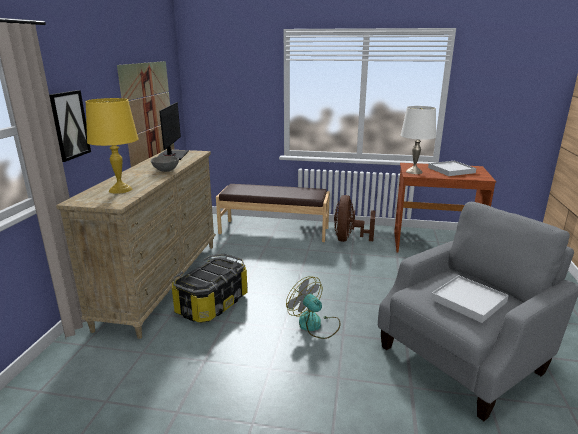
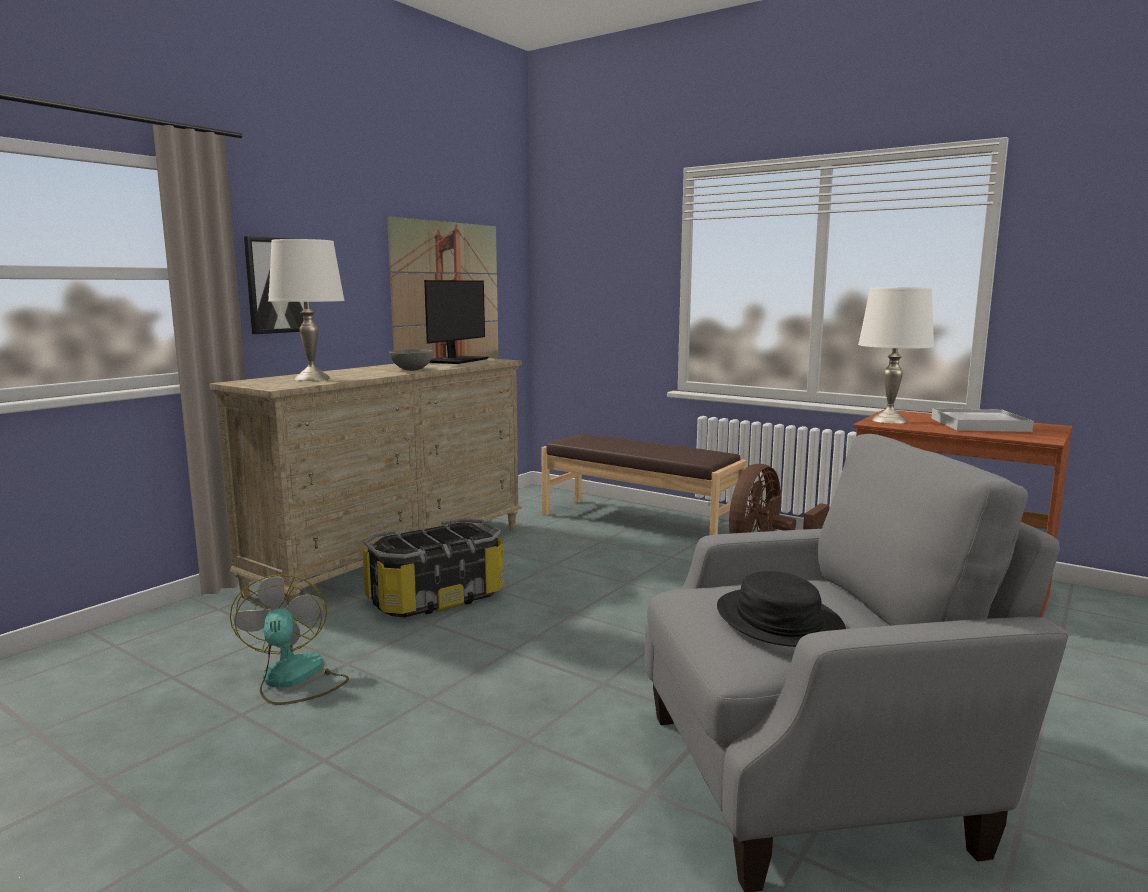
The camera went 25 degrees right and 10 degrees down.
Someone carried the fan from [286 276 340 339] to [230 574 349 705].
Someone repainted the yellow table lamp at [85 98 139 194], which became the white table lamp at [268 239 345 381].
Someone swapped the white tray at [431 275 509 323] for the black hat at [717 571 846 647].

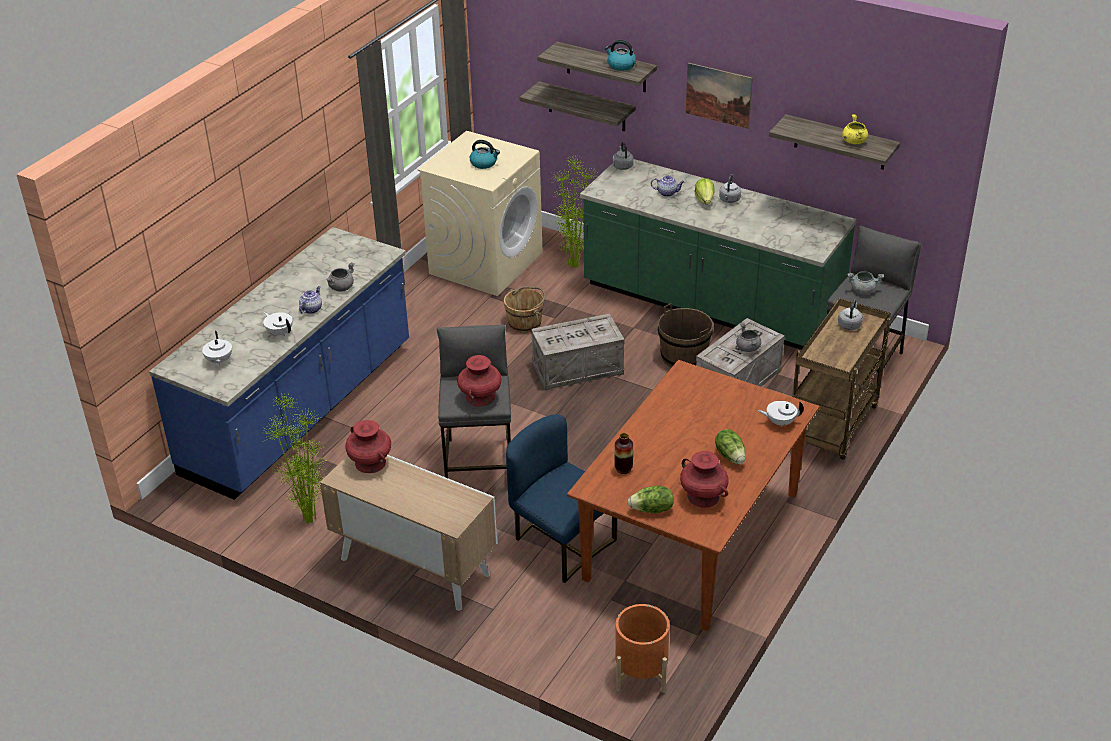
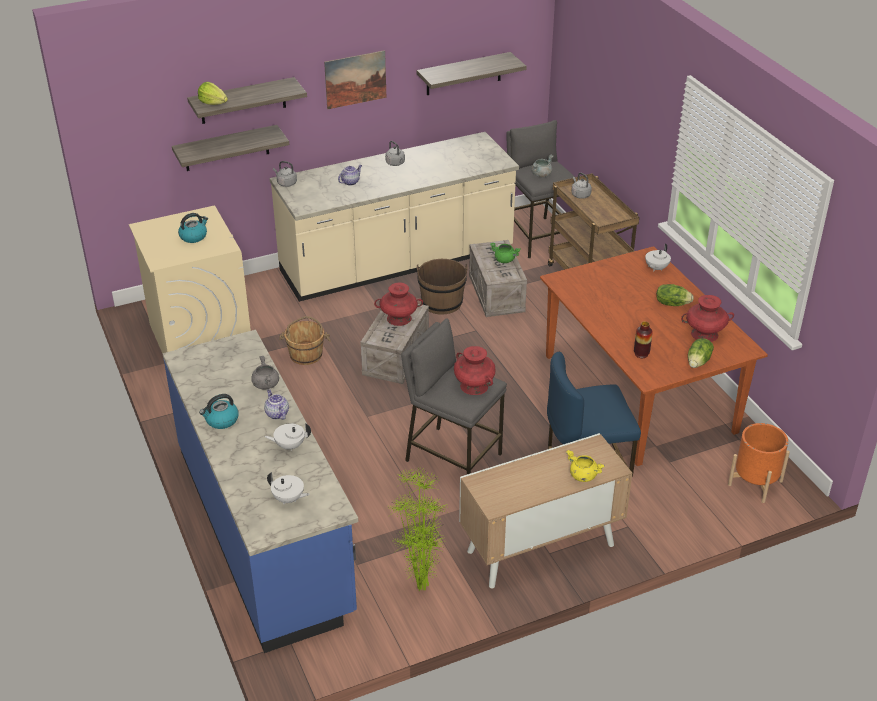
The camera went 55 degrees left and 0 degrees up.
Someone carried the lettuce from [694 178 715 205] to [198 82 228 105].
Someone carried the kettle from [605 40 636 71] to [199 394 239 429].
Someone repainted the green counter at [580 159 857 350], which became the beige counter at [270 132 519 302].
Someone carried the red vase from [346 420 391 473] to [374 282 423 326].
Someone repainted the grey cooking pot at [736 323 761 352], which became the green cooking pot at [490 243 521 263].
Someone carried the yellow cooking pot from [842 115 868 144] to [566 450 605 482].
Someone took away the potted plant at [550 157 598 269].

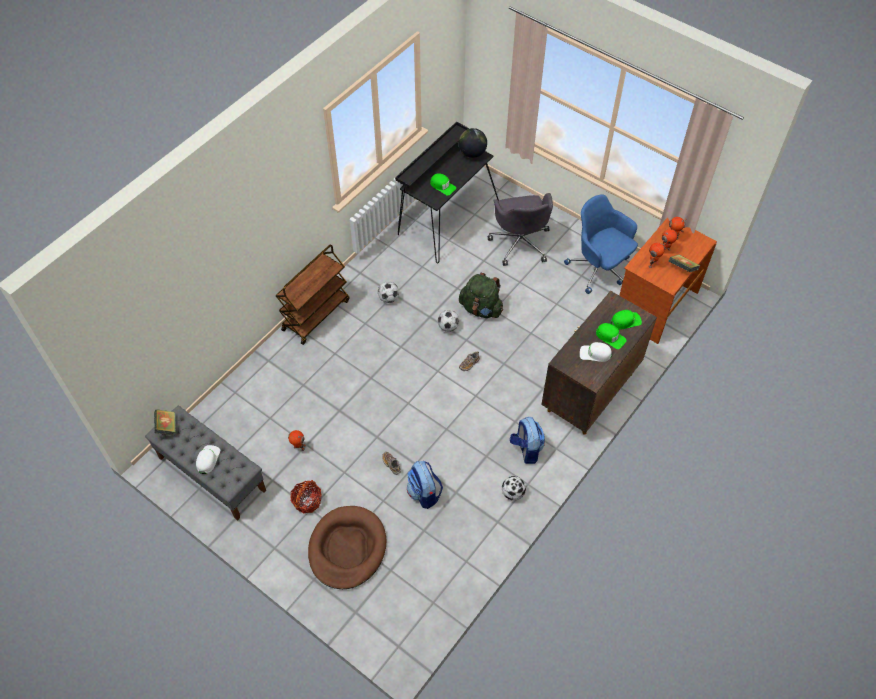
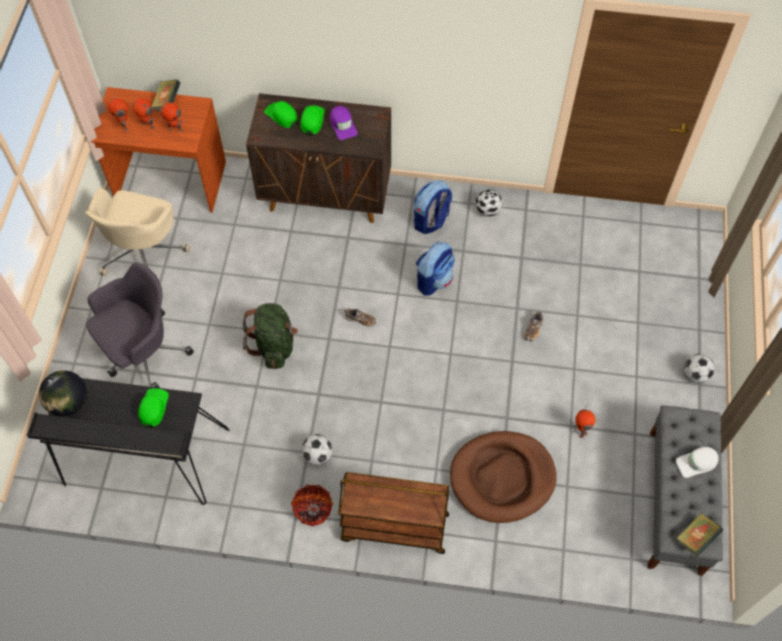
The camera went 120 degrees left and 5 degrees up.
Someone repainted the blue office chair at [564 194 638 294], which became the beige office chair at [85 188 190 276].
Someone carried the basket from [290 480 322 514] to [291 485 333 527].
Someone repainted the white cap at [580 342 612 362], which became the purple cap at [330 106 358 140].
Someone carried the backpack from [407 461 443 509] to [416 242 455 296].
Someone carried the brown dog bed from [308 506 386 589] to [450 431 557 523].
Someone carried the football from [438 310 459 332] to [684 354 715 383].

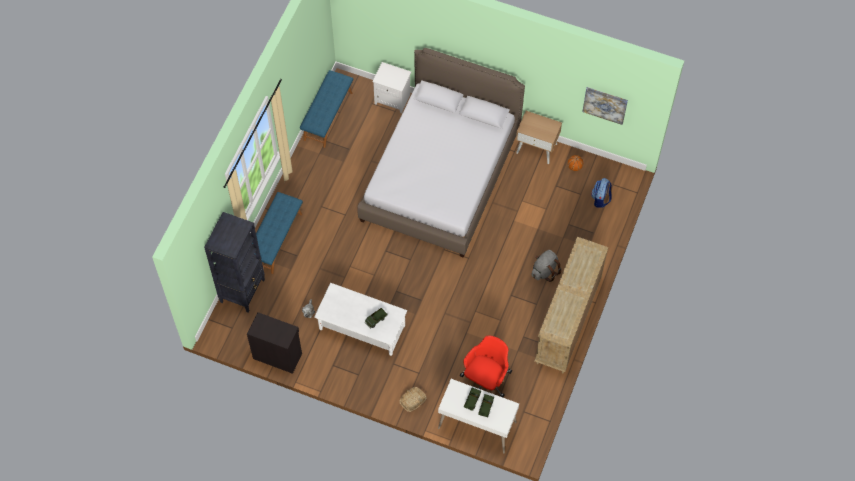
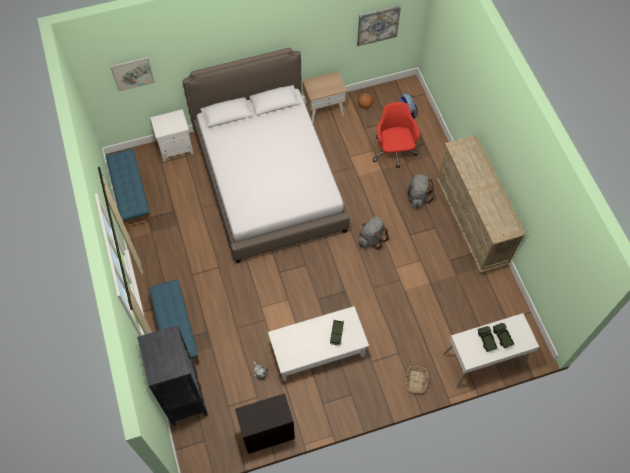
The camera went 40 degrees left and 0 degrees up.
Someone put up the picture at [110 57 155 92].
Someone put down the grey backpack at [358 216 389 250].
Someone carried the red office chair from [460 336 512 397] to [373 102 420 168].

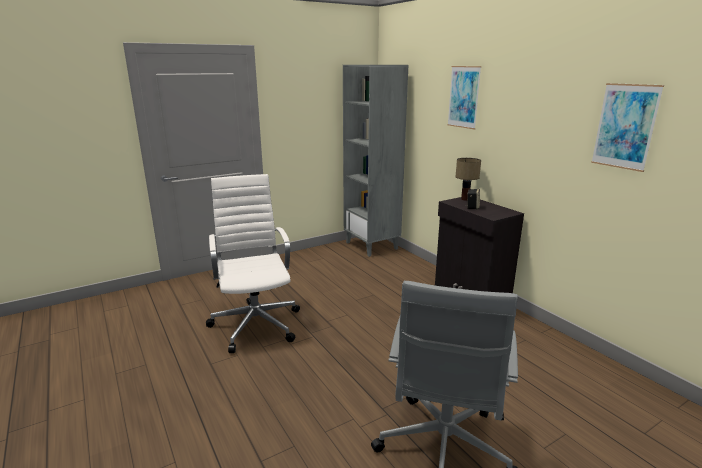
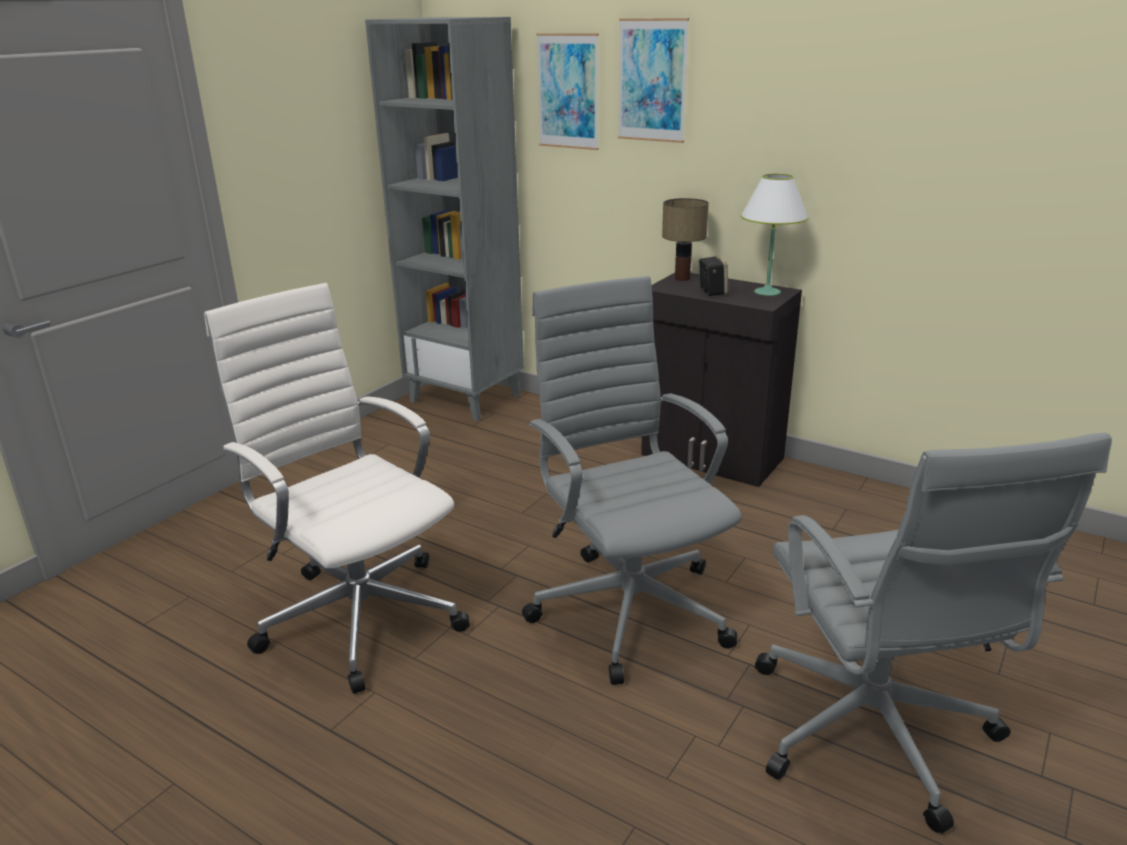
The camera went 25 degrees left and 5 degrees up.
Someone put down the grey office chair at [522 276 742 685].
Someone carried the picture from [591 83 664 172] to [536 33 599 150].
Someone put down the white table lamp at [741 174 809 296].

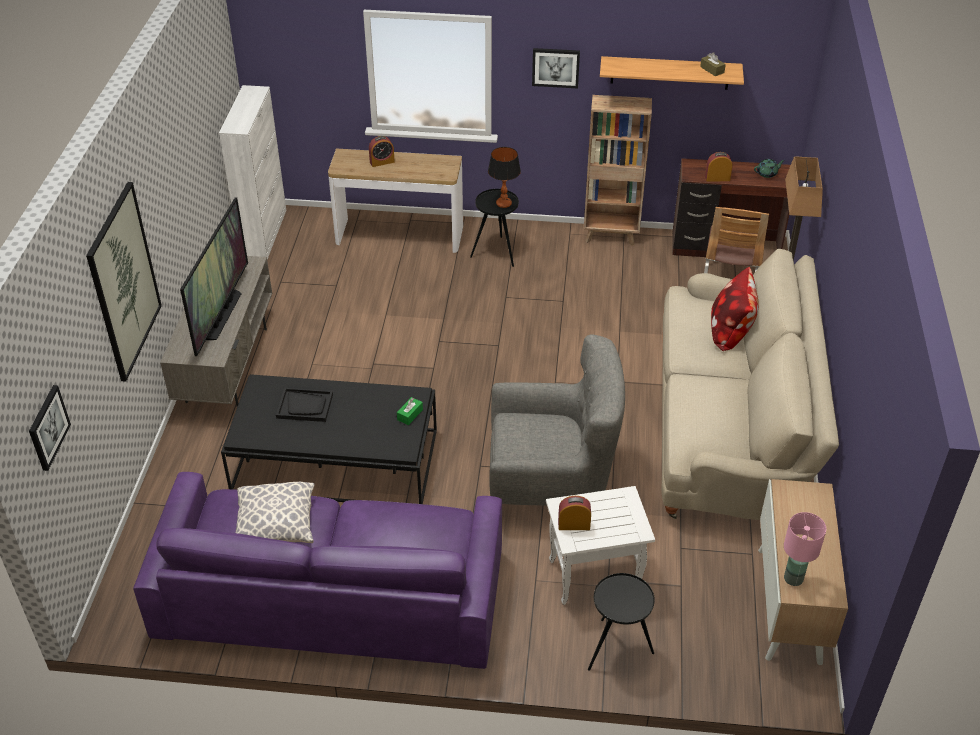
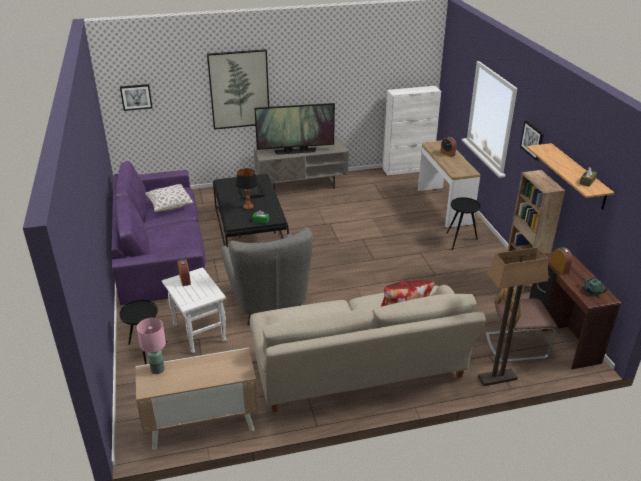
The camera went 70 degrees right and 10 degrees down.
Someone carried the table lamp from [488 147 521 208] to [236 168 258 210].

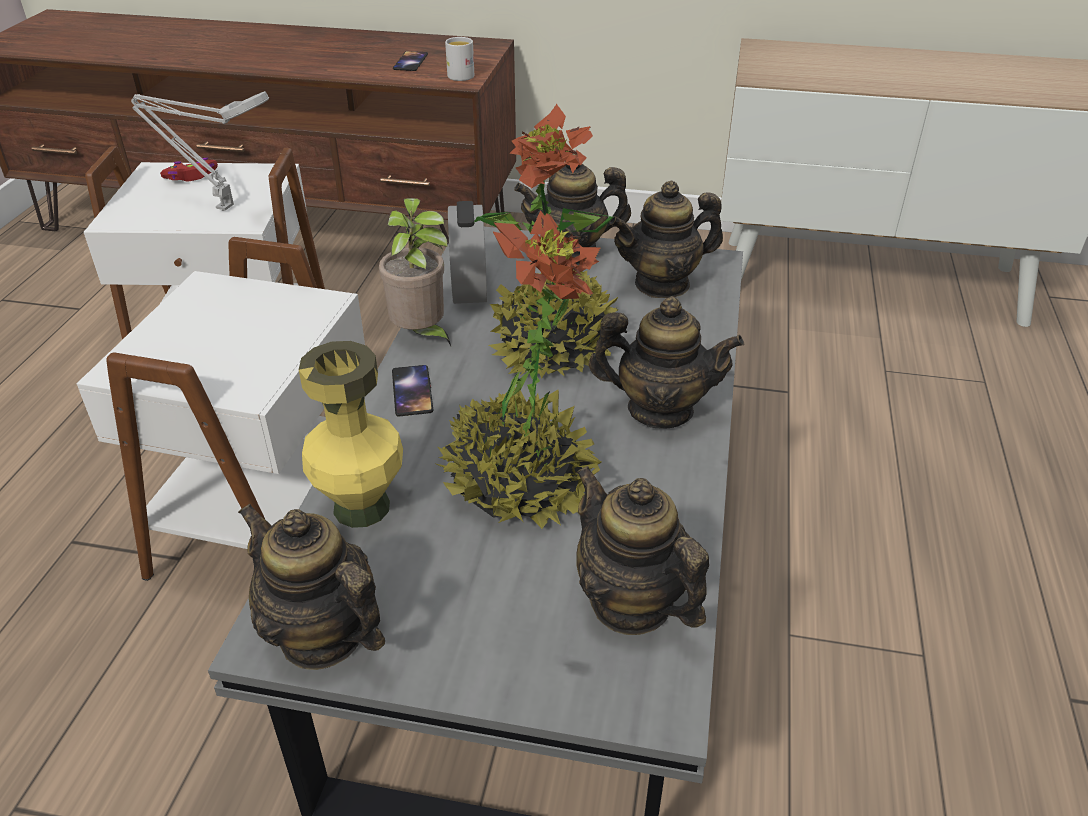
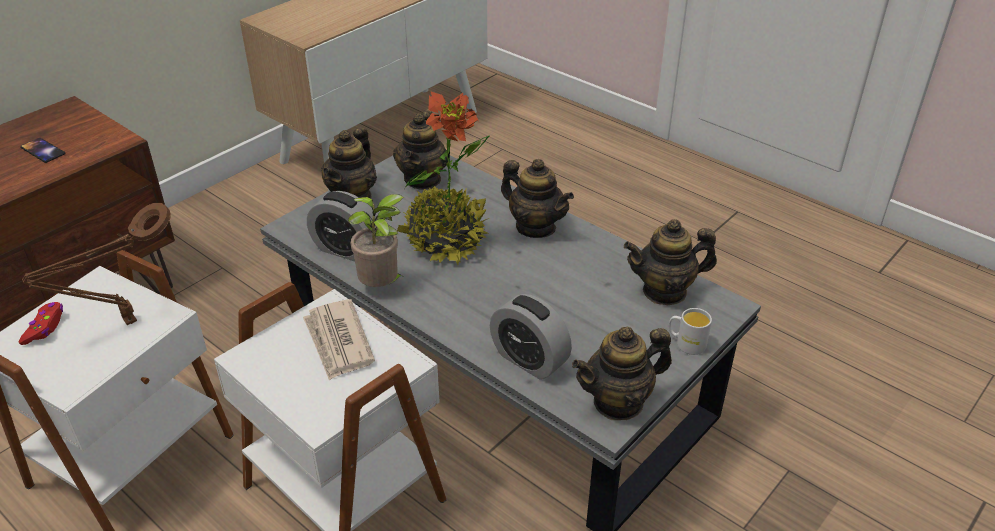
The camera went 60 degrees left and 0 degrees up.
Someone repainted the grey table lamp at [131 91 269 211], which became the brown table lamp at [22 203 171 325].
Someone put down the newspaper at [303 299 375 381].
Someone swapped the yellow vase at [299 341 403 528] for the alarm clock at [490 294 572 380].
Someone rotated the teapot at [588 296 744 429] by 90 degrees clockwise.
Someone carried the white mug from [445 37 474 81] to [669 308 712 355].
Someone took away the phone at [392 365 433 416].
Someone took away the potted plant at [434 210 601 529].

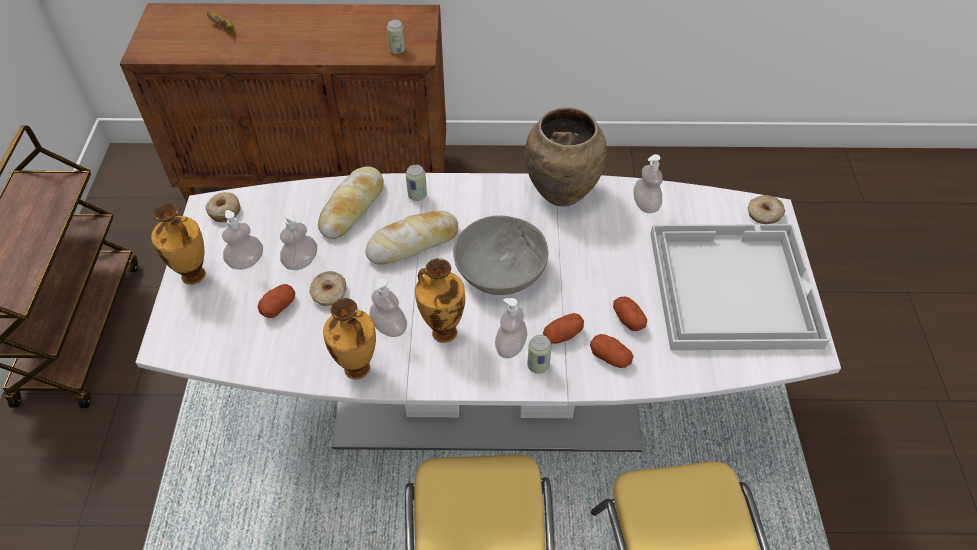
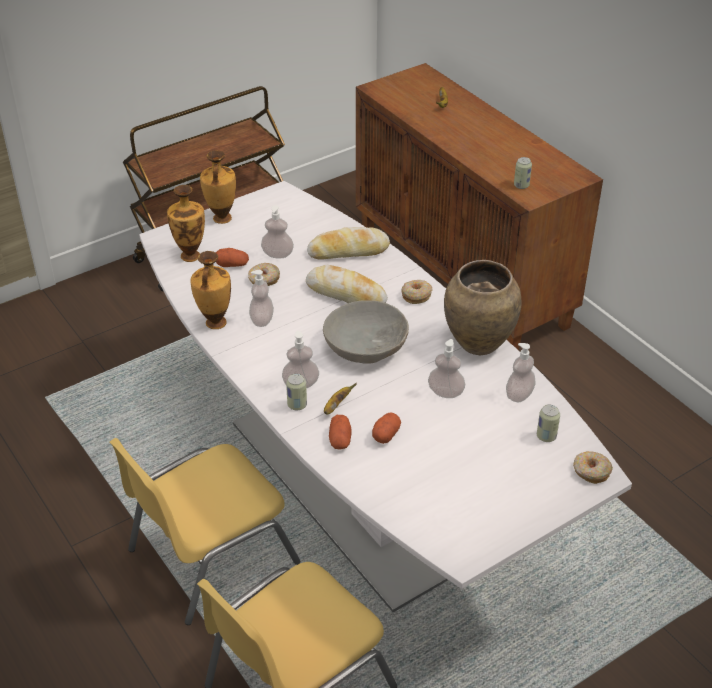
The camera went 55 degrees right and 10 degrees down.
Someone carried the vase from [415 258 465 343] to [167 185 205 262].
Someone swapped the potato at [543 313 584 344] for the banana at [324 383 357 414].
Someone carried the donut from [205 192 241 222] to [401 280 433 304].
Someone carried the soap dispenser from [222 210 263 270] to [428 339 465 398].
Someone carried the can from [406 165 427 201] to [537 404 560 442].
Someone took away the white tray at [650 224 830 350].

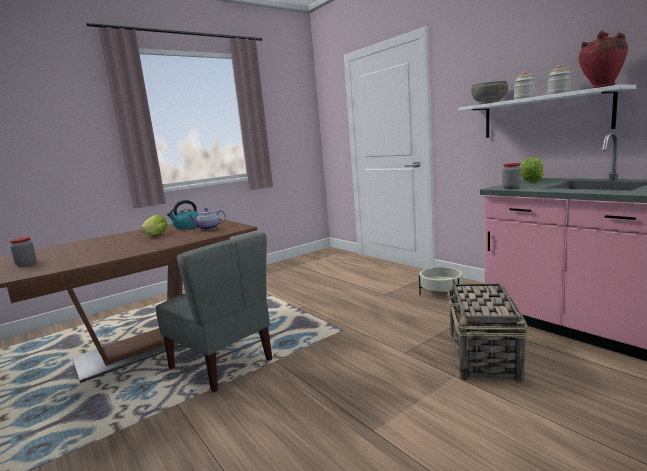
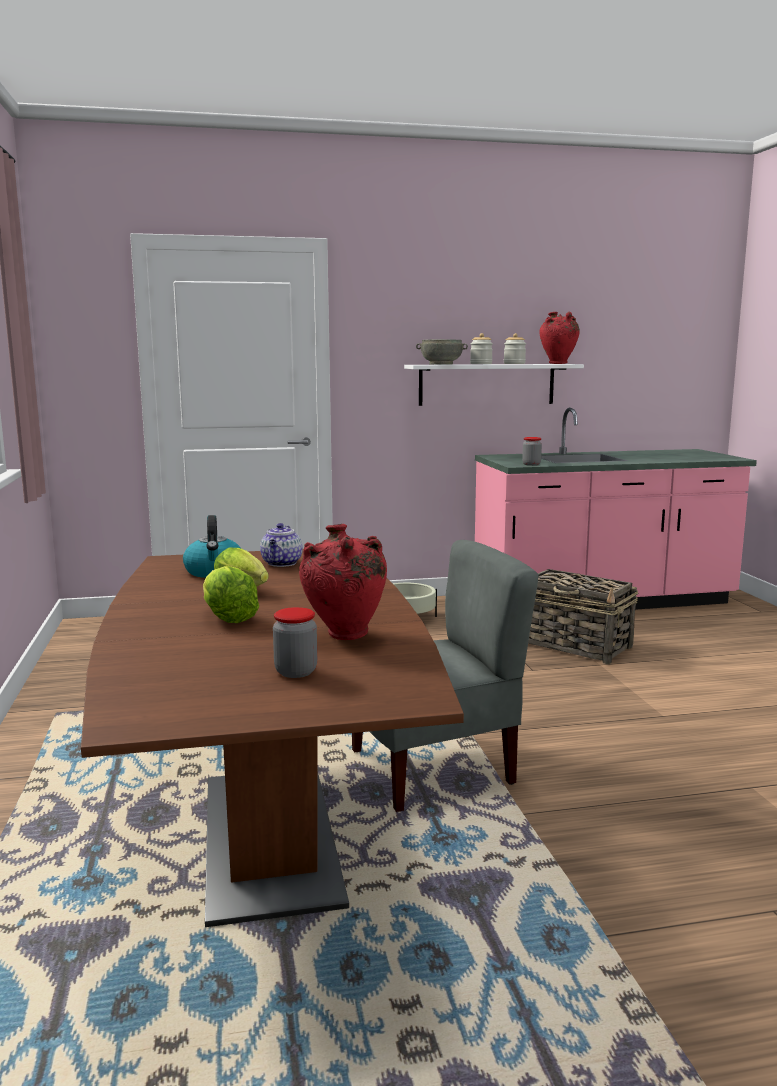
The camera went 65 degrees left and 0 degrees up.
Someone carried the lettuce from [520 157 544 182] to [203 566 259 623].
Someone put down the red vase at [299 524 387 640].

